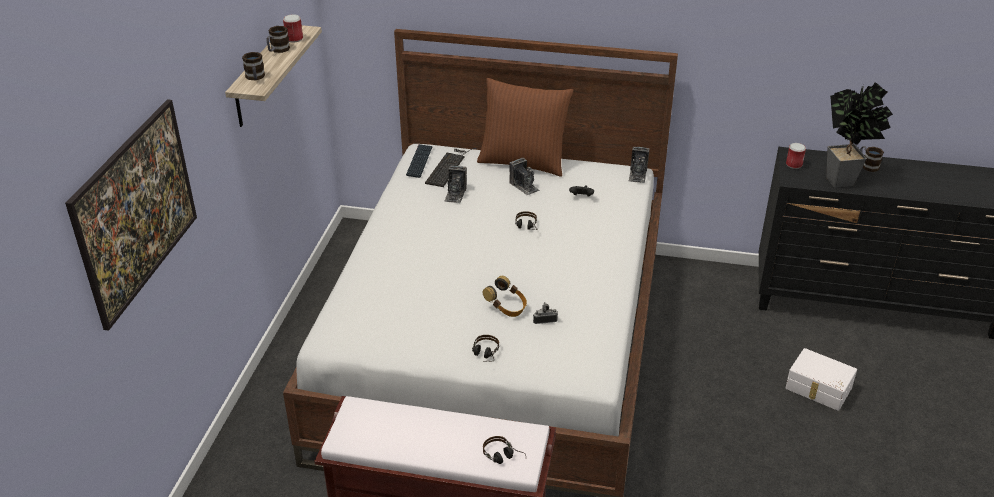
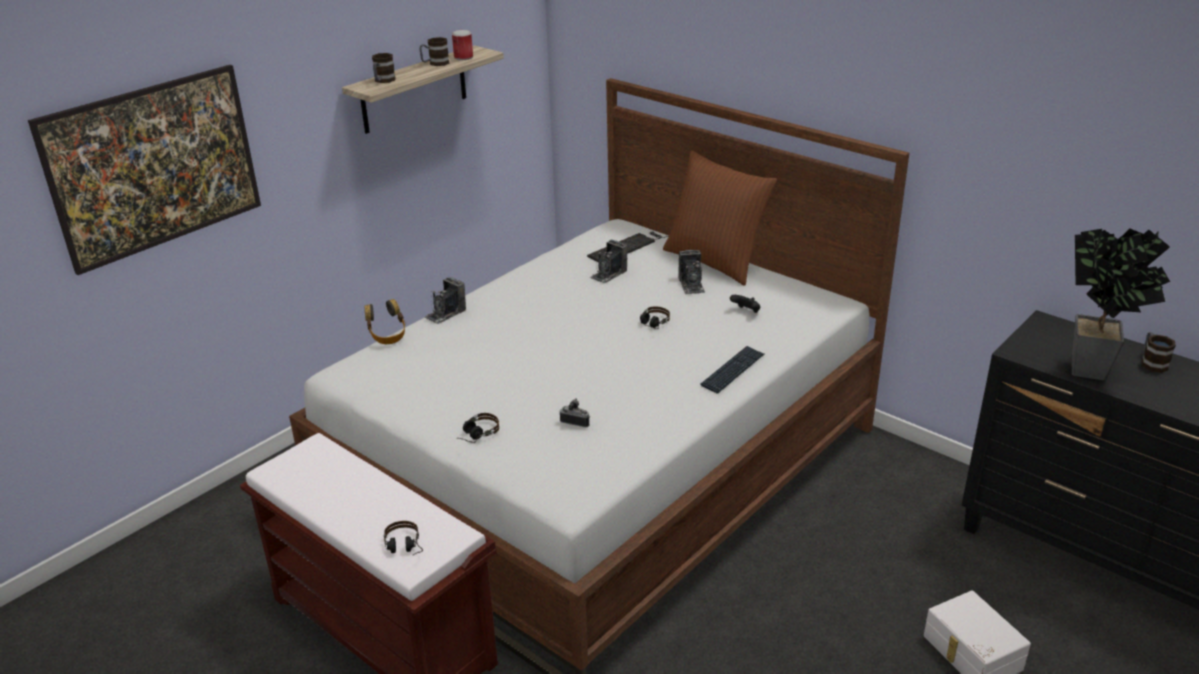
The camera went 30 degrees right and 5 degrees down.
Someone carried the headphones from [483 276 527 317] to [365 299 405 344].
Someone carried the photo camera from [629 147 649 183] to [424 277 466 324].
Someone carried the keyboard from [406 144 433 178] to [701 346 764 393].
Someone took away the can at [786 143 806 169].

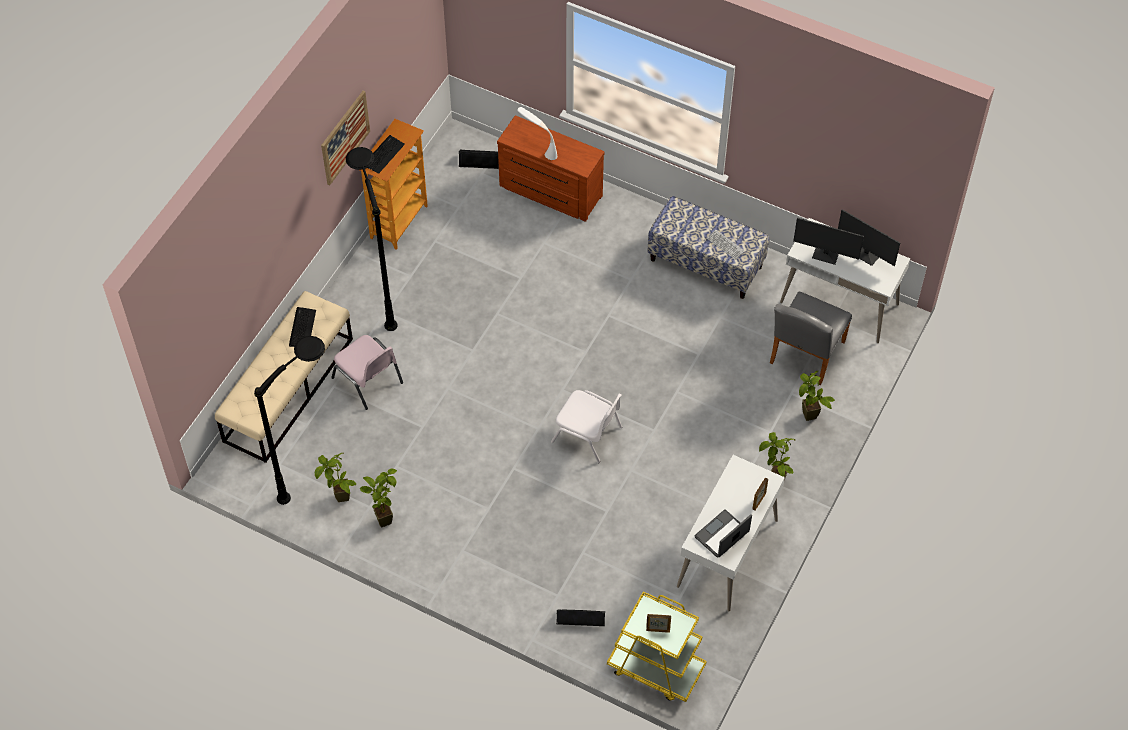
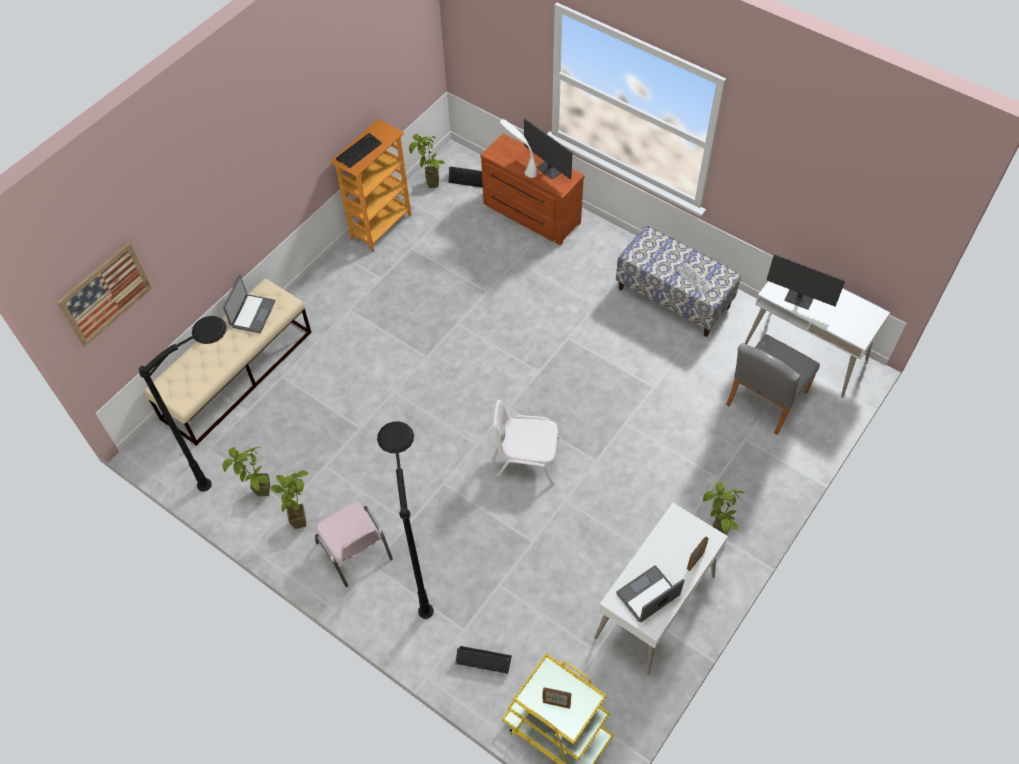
The camera went 10 degrees right and 0 degrees up.
Someone carried the picture from [321 91 370 186] to [56 242 152 347].
Someone swapped the keyboard at [289 307 316 347] for the laptop at [223 275 276 333].
Someone carried the pink chair from [331 335 403 410] to [315 502 393 587].
Someone carried the black floor lamp from [346 147 397 331] to [377 421 434 619].
Someone carried the potted plant from [799 370 835 421] to [409 134 445 188].
Someone rotated the white chair at [551 390 622 463] by 150 degrees clockwise.
Someone carried the monitor from [838 209 900 266] to [524 119 572 180].

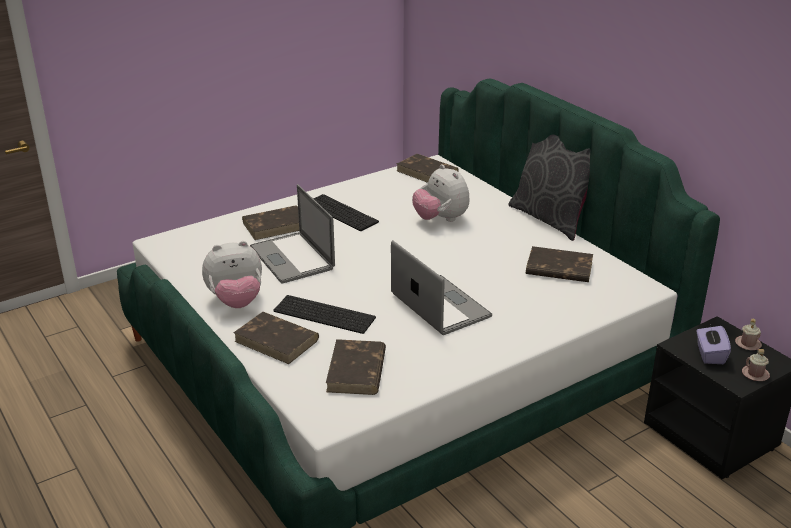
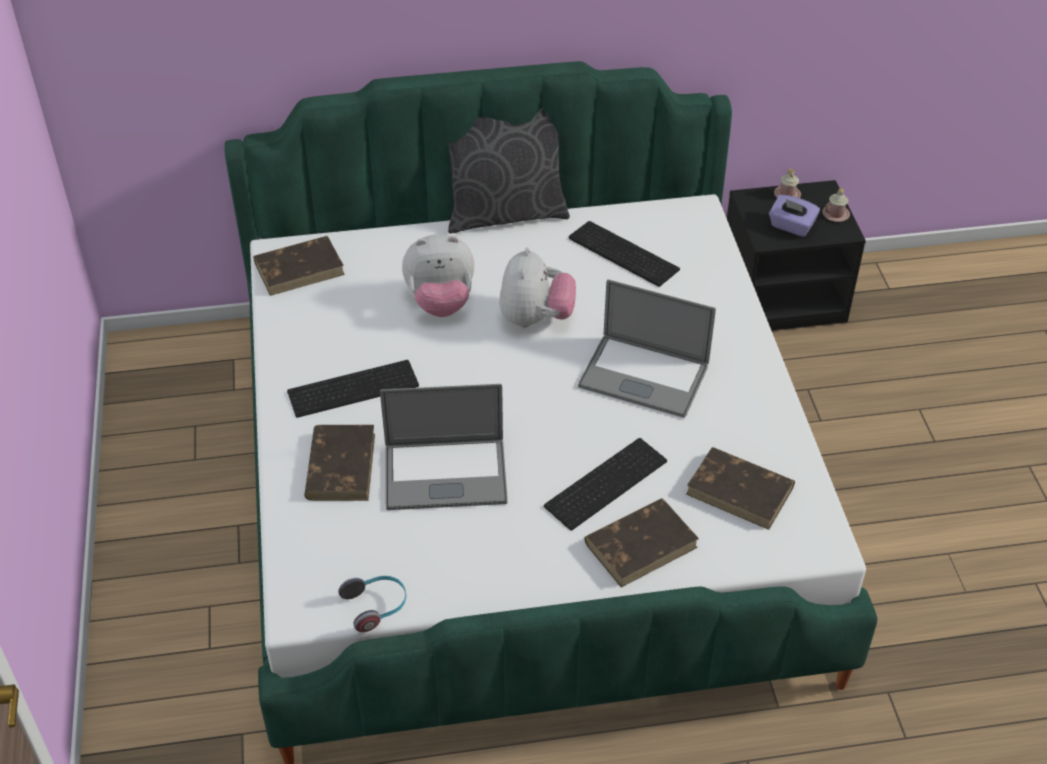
The camera went 65 degrees left and 15 degrees up.
Someone put down the headphones at [338 576 406 632].
Someone carried the plush toy from [202 241 262 308] to [499 248 576 328].
Someone swapped the brown book at [526 246 593 282] for the keyboard at [569 221 680 287].
Someone rotated the laptop at [391 240 492 335] by 150 degrees counterclockwise.

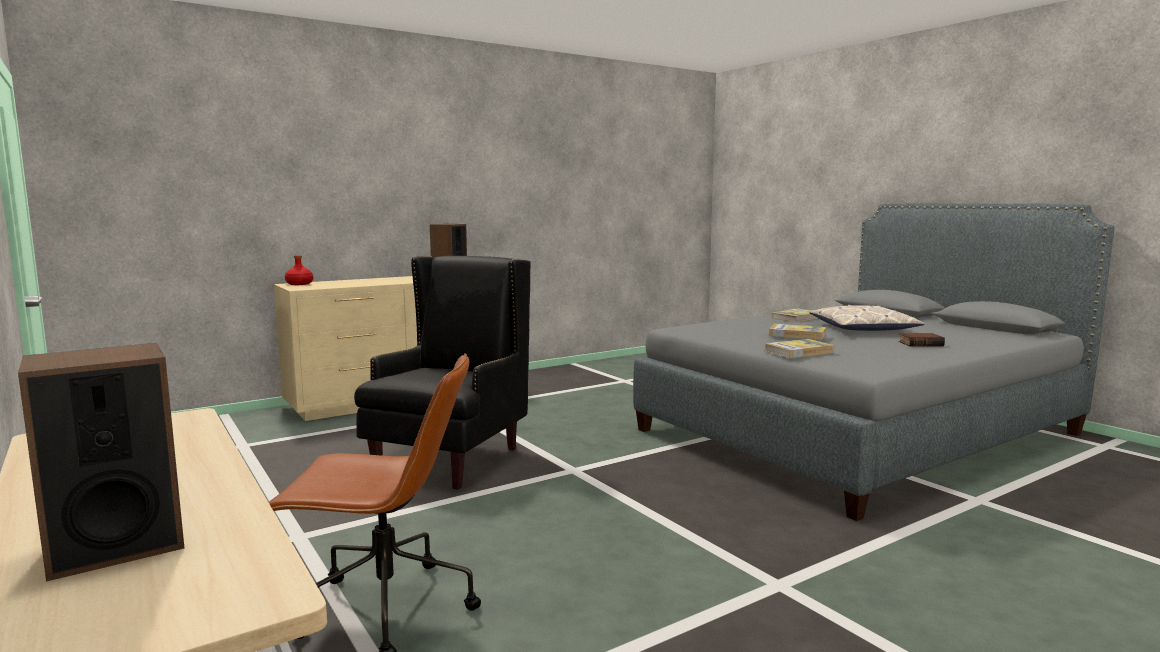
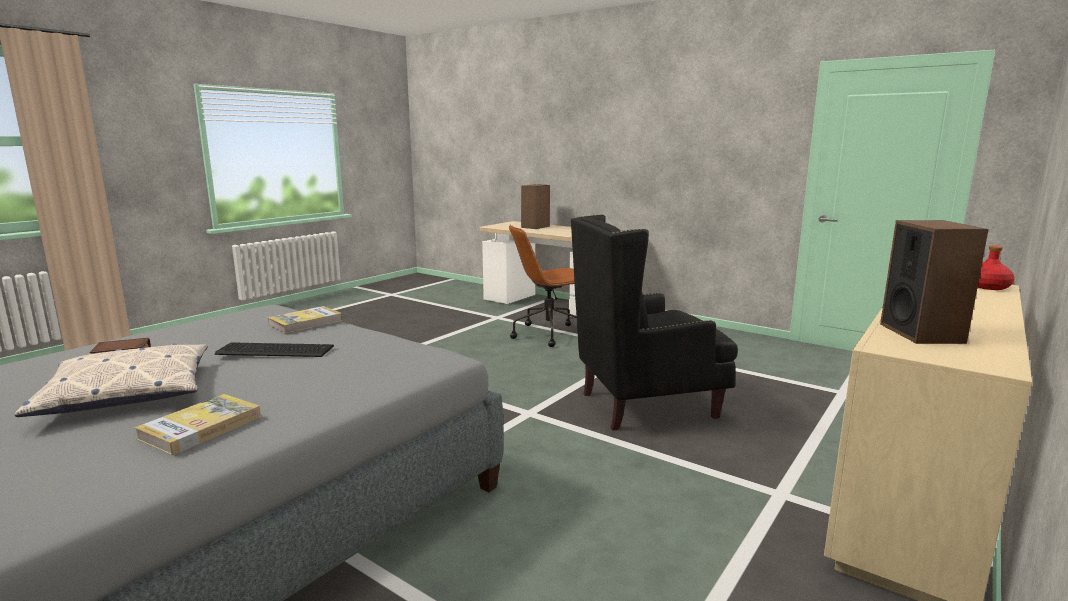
The camera went 160 degrees right and 5 degrees up.
Someone swapped the book at [769 324 826 340] for the keyboard at [215 343 334 357].
Someone rotated the black armchair at [354 256 531 490] by 75 degrees clockwise.

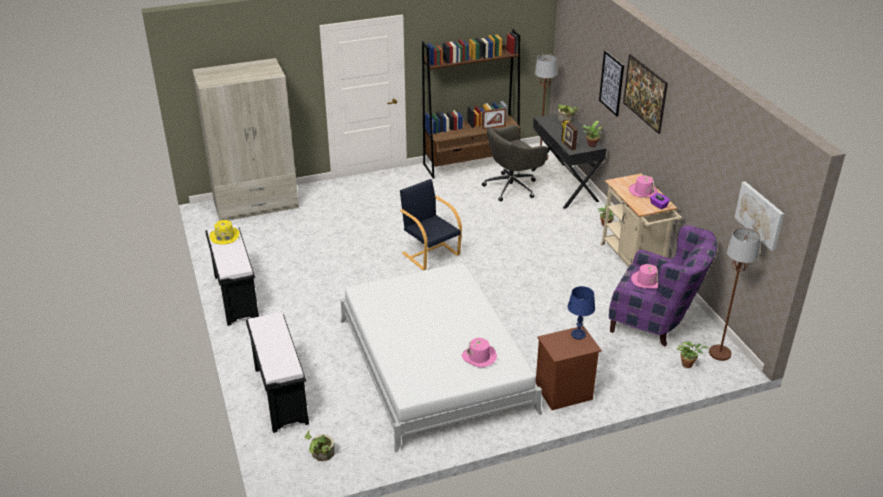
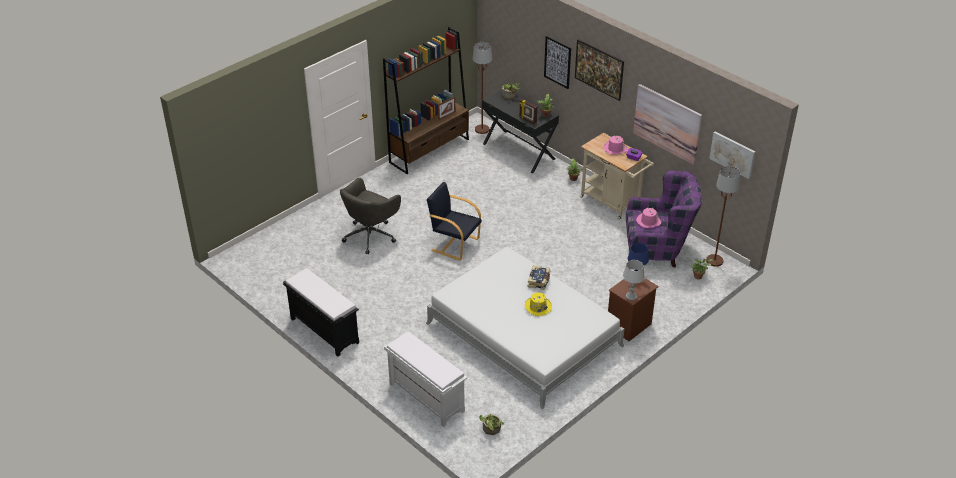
The camera went 25 degrees left and 5 degrees up.
Someone carried the grey office chair from [482 125 548 201] to [340 178 401 254].
Someone repainted the black bench at [246 312 309 433], which became the white bench at [384 331 467 427].
Someone carried the yellow hat from [209 220 240 245] to [525 293 552 316].
Someone put down the book at [528 265 550 290].
Someone put down the grey table lamp at [623 260 645 301].
Someone put up the picture at [633 84 702 165].
Someone took away the beige wardrobe at [192 58 299 221].
Someone took away the pink hat at [462 337 497 367].

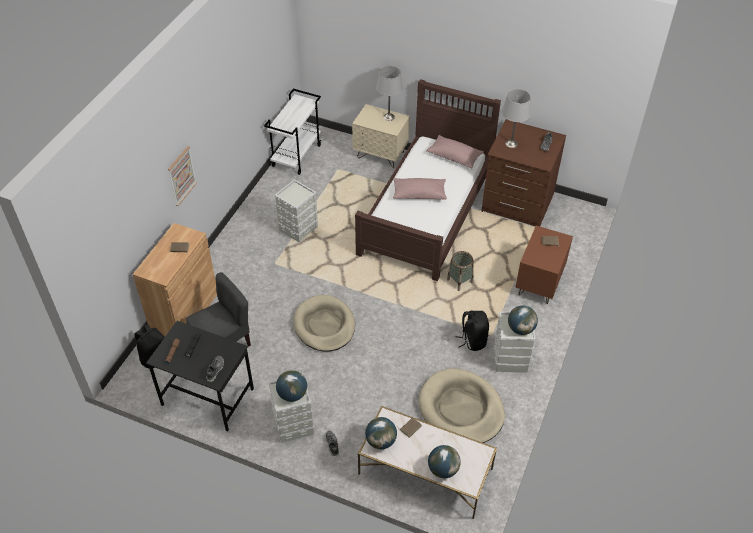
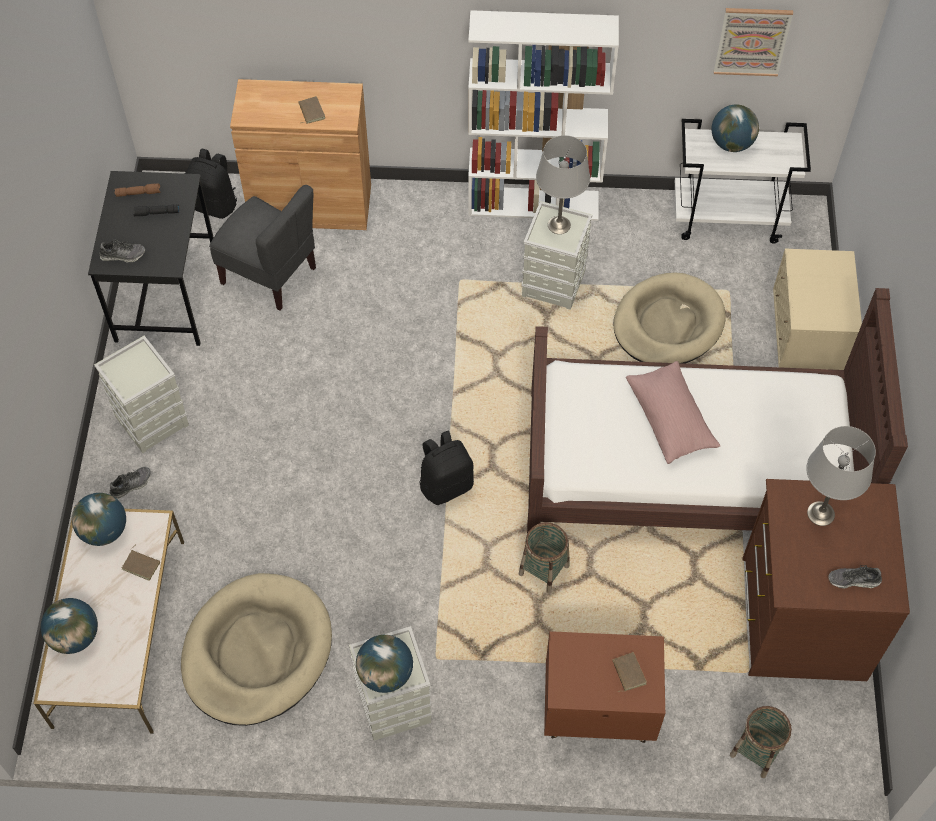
The camera went 70 degrees right and 10 degrees up.
Someone carried the black backpack from [456 311 489 351] to [419 431 474 505].
Someone put down the white bookcase at [468 10 619 221].
Someone carried the grey table lamp from [376 66 403 121] to [536 135 590 234].
Someone carried the beige dog bed from [293 295 355 352] to [613 272 726 364].
Someone carried the globe from [276 370 307 402] to [712 104 759 152].
Someone carried the picture from [168 146 197 206] to [714 8 793 76].
Someone put down the basket at [730 706 792 778].
Someone took away the pink pillow at [426 135 484 168].

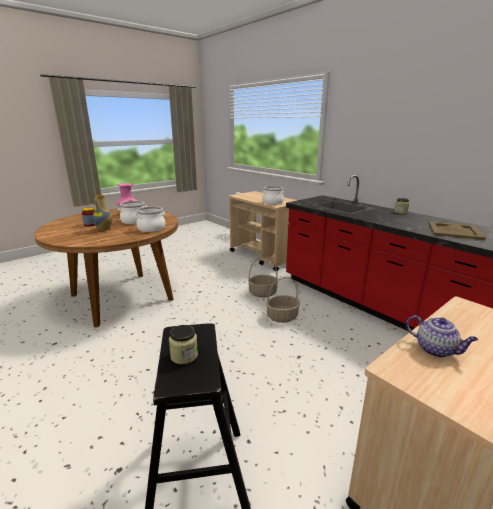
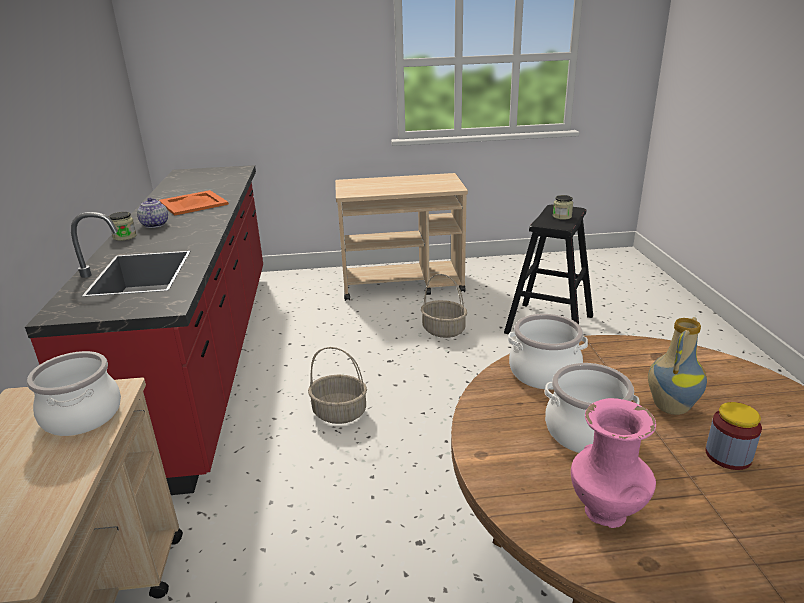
The camera went 145 degrees left and 5 degrees up.
Someone carried the teapot from [406 315 478 357] to [137 198 168 228].
Someone repainted the beige tray at [429 221 486 240], which became the orange tray at [159 190 229 216].
Someone carried the basket from [248 257 278 298] to [421 274 467 338].

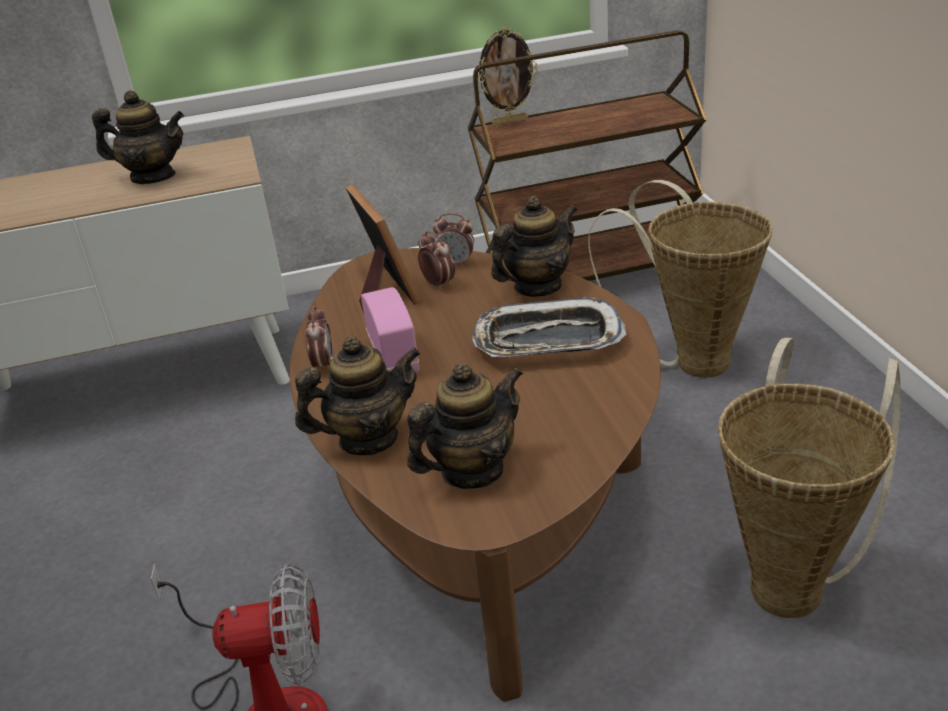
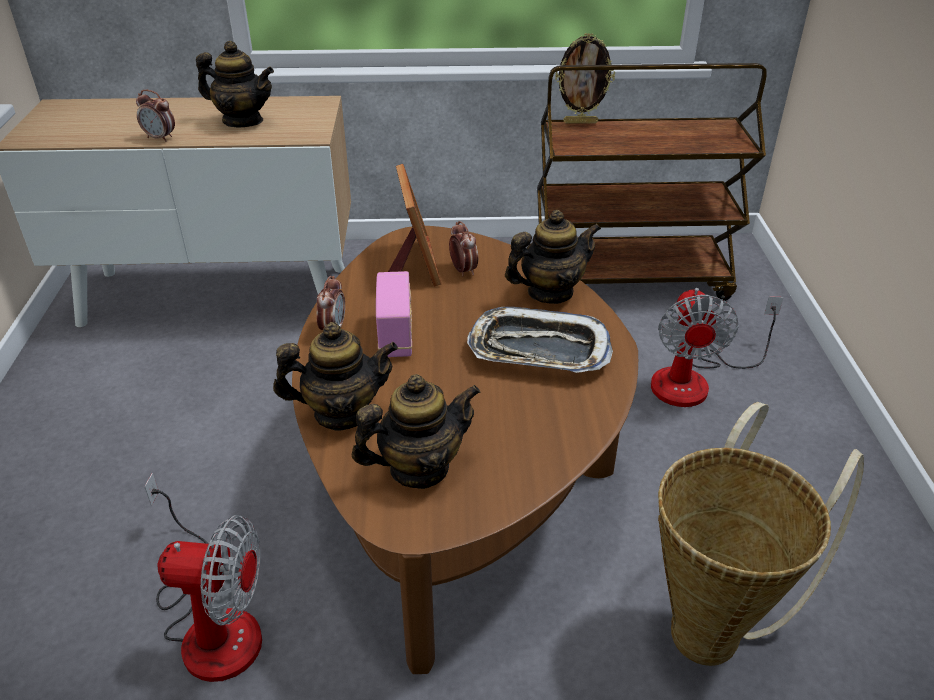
The camera went 10 degrees right and 5 degrees up.
Someone carried the alarm clock from [433 213 474 267] to [136 89 175 142].
Someone swapped the basket at [588 180 772 378] for the fan at [651 288 784 407].

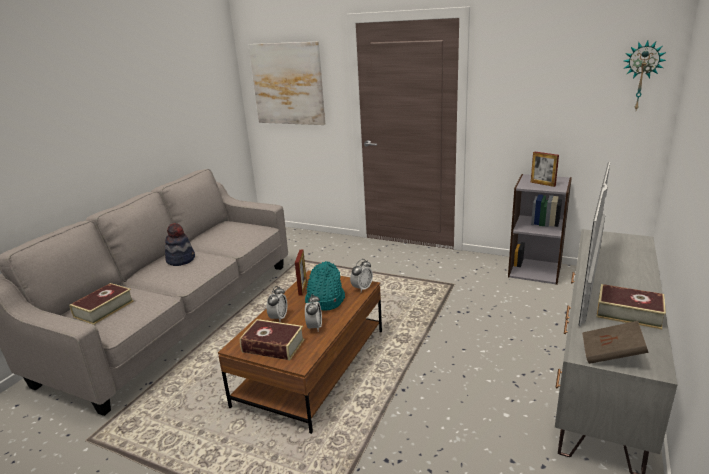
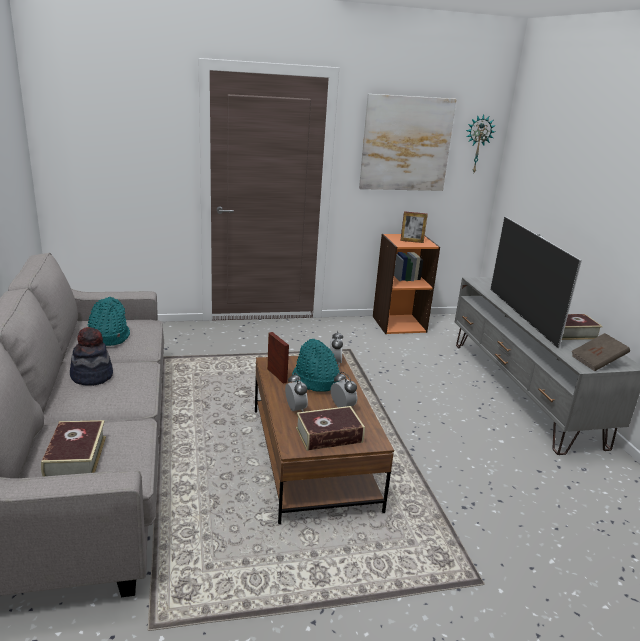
The camera went 40 degrees left and 0 degrees up.
Someone put down the turquoise hat at [87 297 130 346].
Someone carried the picture from [249 42 325 125] to [359 94 457 191].
Someone repainted the grey bookcase at [508 174 572 285], which became the orange bookcase at [373 234 440 334].

